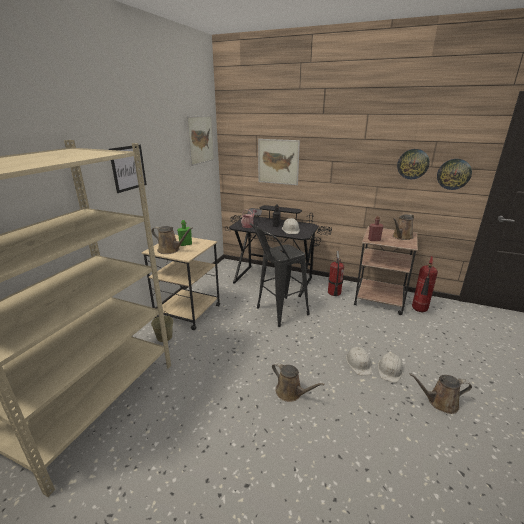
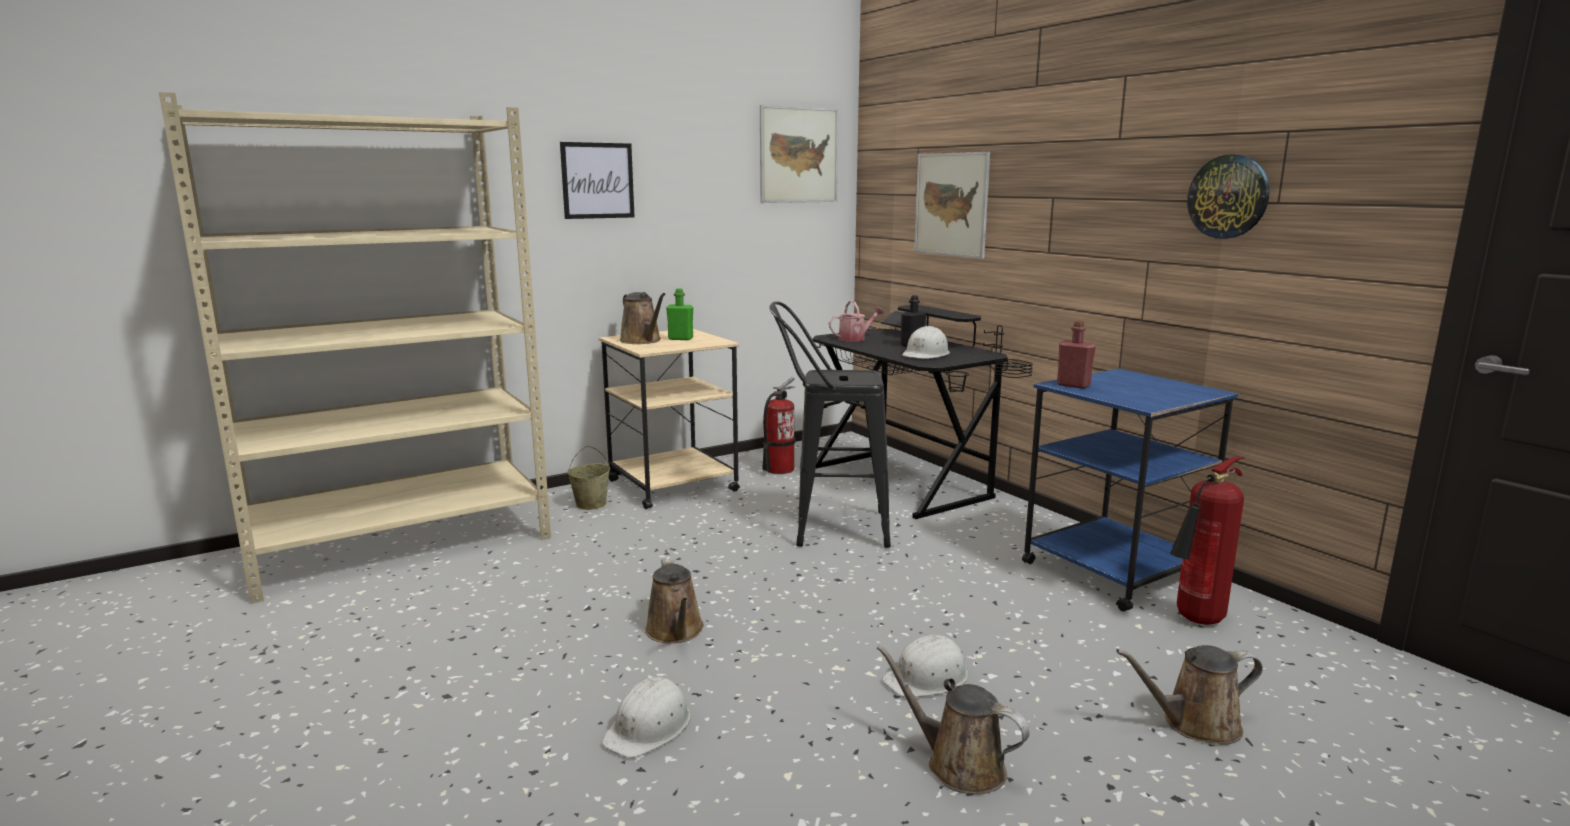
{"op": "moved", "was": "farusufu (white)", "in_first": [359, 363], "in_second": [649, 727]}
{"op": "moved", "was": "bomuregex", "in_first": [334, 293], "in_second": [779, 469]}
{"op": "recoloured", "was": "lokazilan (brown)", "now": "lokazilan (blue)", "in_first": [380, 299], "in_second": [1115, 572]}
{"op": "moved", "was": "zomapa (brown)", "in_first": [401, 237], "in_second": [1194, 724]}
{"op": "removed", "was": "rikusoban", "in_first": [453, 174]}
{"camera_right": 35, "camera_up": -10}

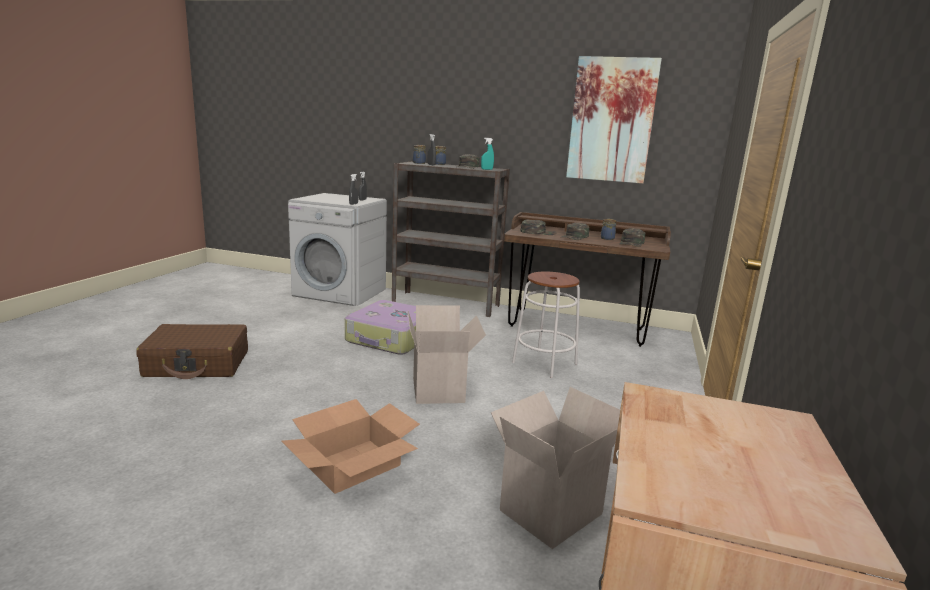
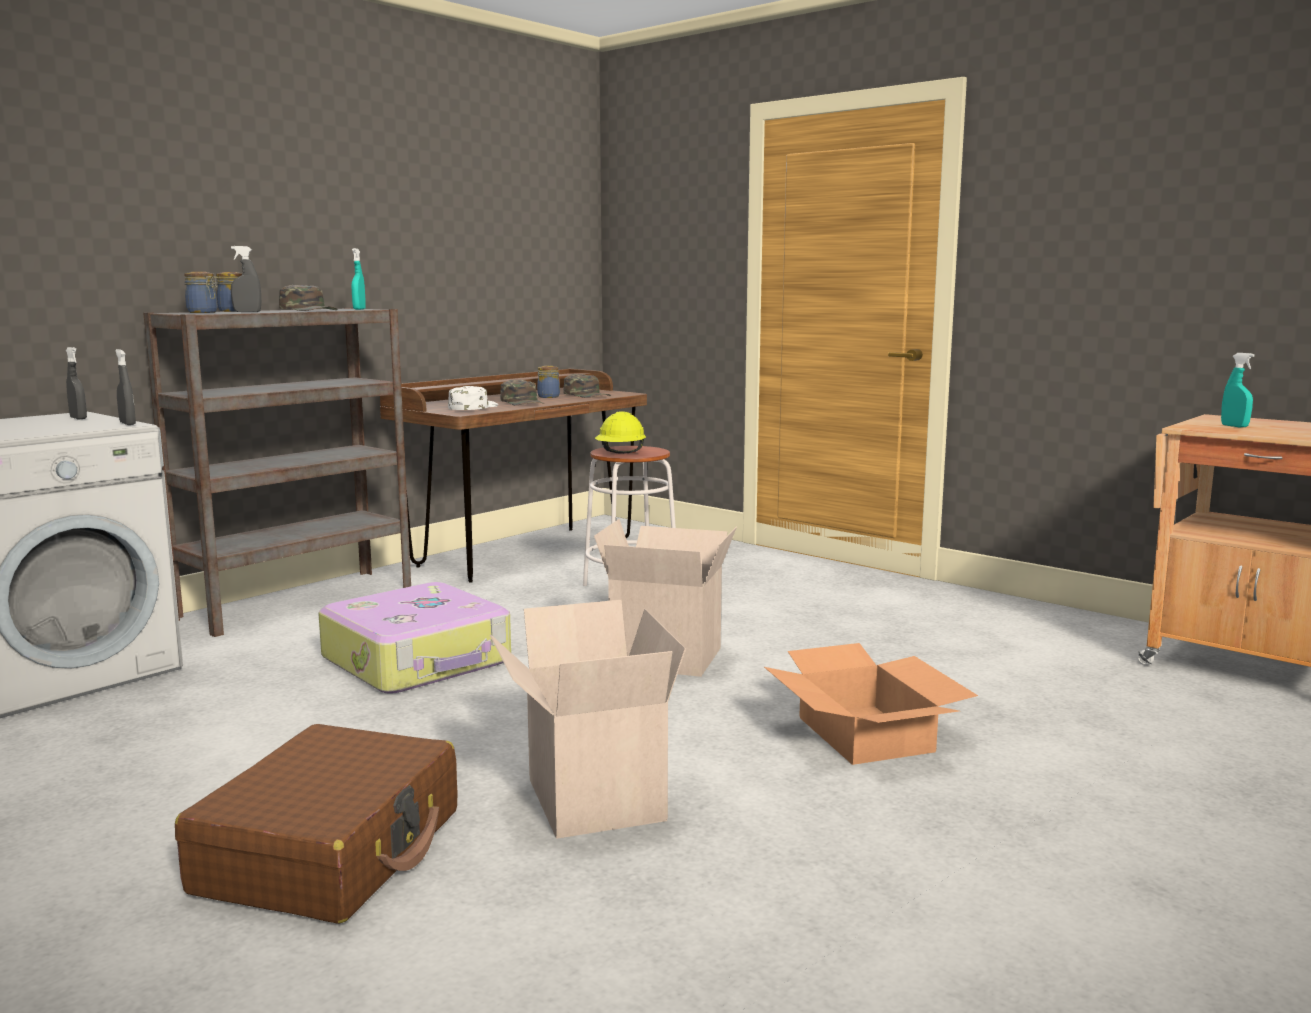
{"op": "recoloured", "was": "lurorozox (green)", "now": "lurorozox (white)", "in_first": [538, 232], "in_second": [472, 407]}
{"op": "moved", "was": "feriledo", "in_first": [549, 510], "in_second": [590, 799]}
{"op": "added", "now": "farusufu (yellow)", "in_second": [621, 453]}
{"op": "added", "now": "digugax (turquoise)", "in_second": [1234, 426]}
{"op": "removed", "was": "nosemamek", "in_first": [611, 120]}
{"camera_right": -65, "camera_up": -5}

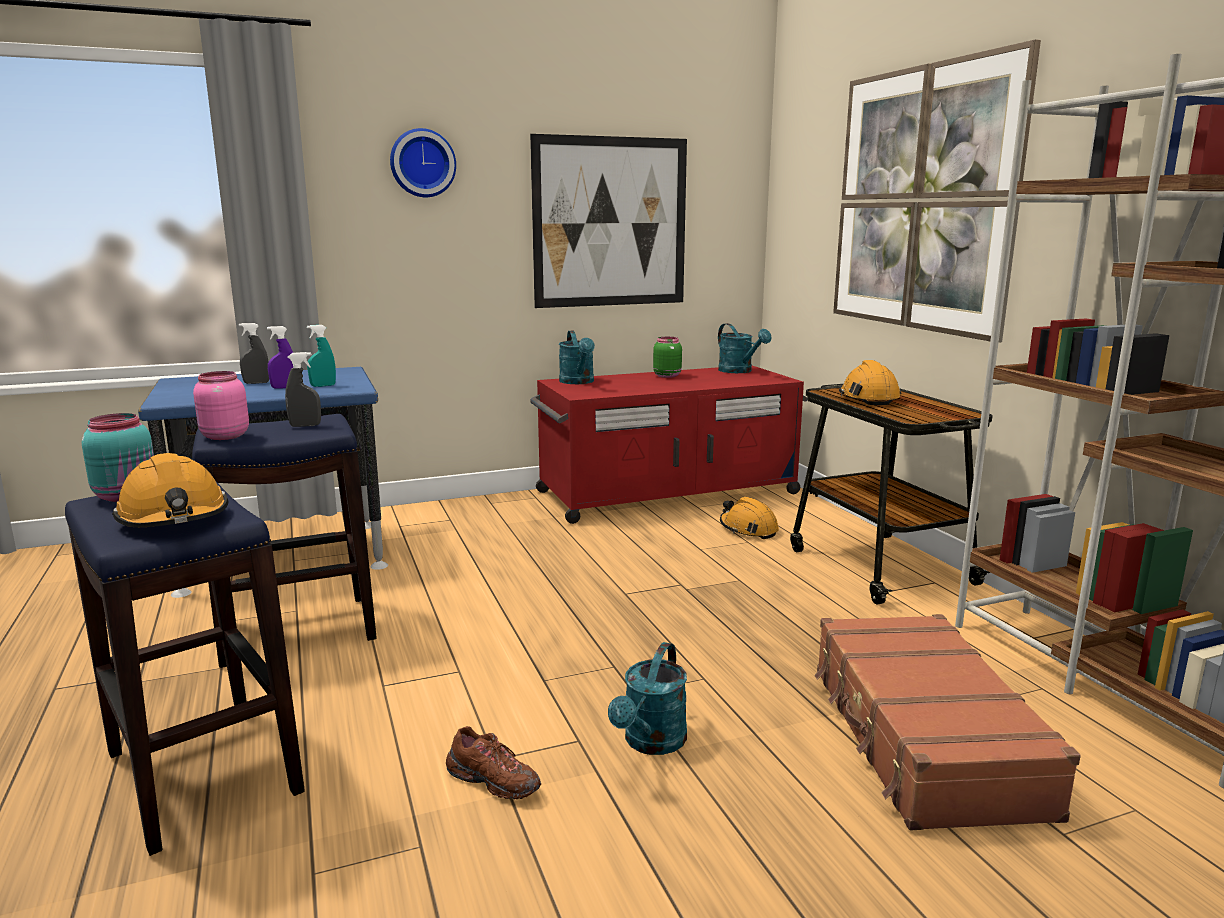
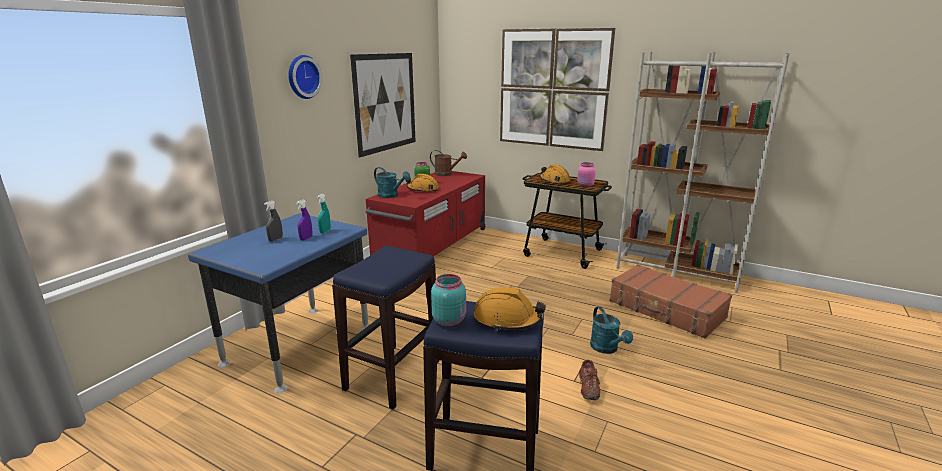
{"op": "moved", "was": "farusufu (orange)", "in_first": [748, 529], "in_second": [422, 189]}
{"op": "recoloured", "was": "zomapa (turquoise)", "now": "zomapa (brown)", "in_first": [739, 371], "in_second": [446, 174]}
{"op": "moved", "was": "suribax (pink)", "in_first": [223, 436], "in_second": [585, 186]}
{"op": "turned", "was": "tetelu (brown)", "in_first": [493, 782], "in_second": [588, 388], "clockwise": 105}
{"op": "removed", "was": "digugax (grey)", "in_first": [305, 425]}
{"camera_right": -40, "camera_up": 5}

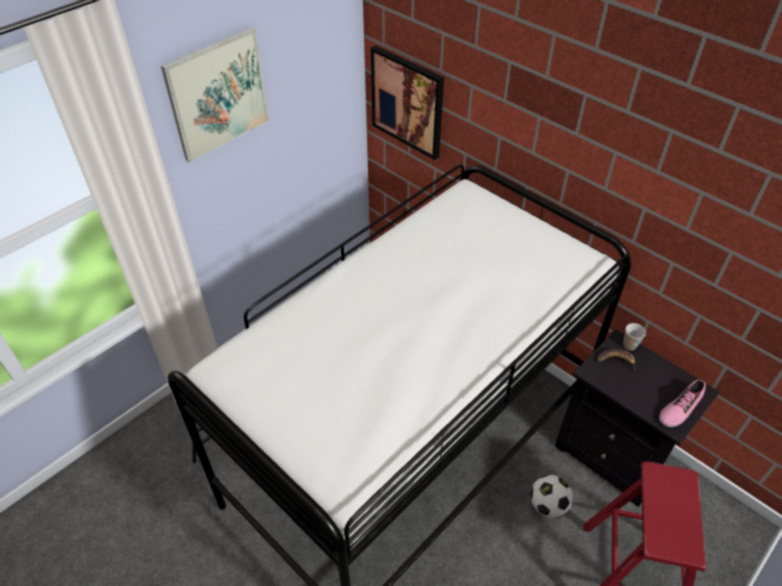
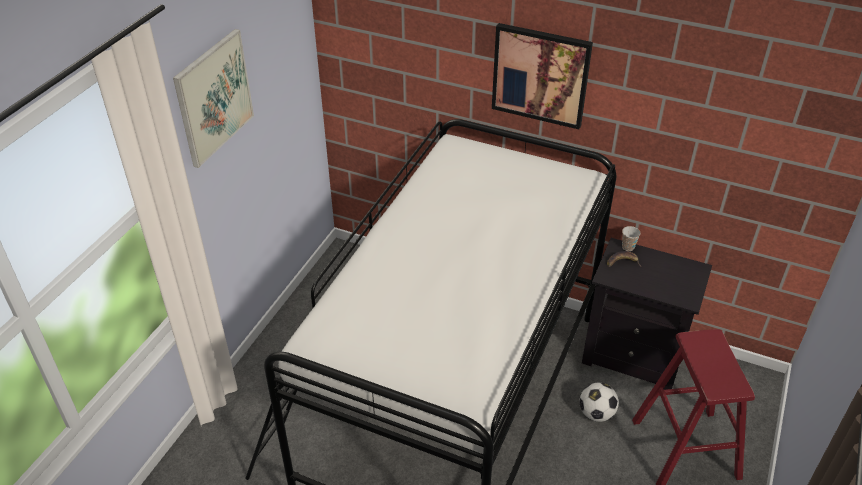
{"op": "moved", "was": "nosemamek", "in_first": [407, 102], "in_second": [540, 75]}
{"op": "removed", "was": "tetelu", "in_first": [680, 407]}
{"camera_right": -20, "camera_up": -5}

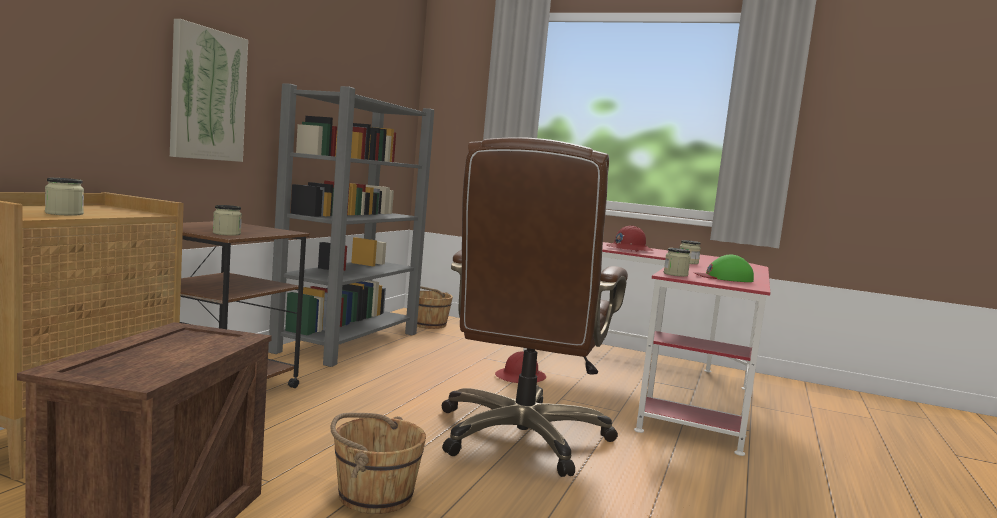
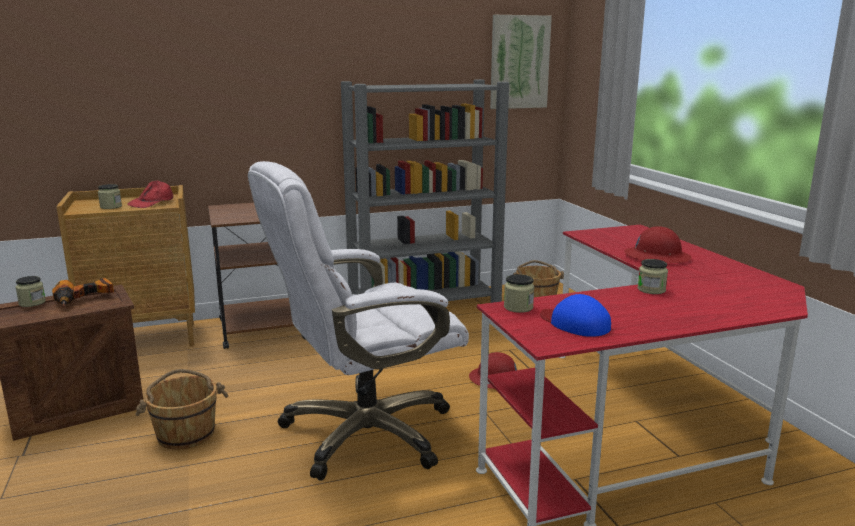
{"op": "moved", "was": "suribax", "in_first": [226, 234], "in_second": [32, 303]}
{"op": "added", "now": "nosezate", "in_second": [84, 299]}
{"op": "added", "now": "lurorozox (red)", "in_second": [152, 202]}
{"op": "recoloured", "was": "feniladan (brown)", "now": "feniladan (white)", "in_first": [521, 435], "in_second": [367, 432]}
{"op": "moved", "was": "nosemamek", "in_first": [207, 95], "in_second": [519, 62]}
{"op": "recoloured", "was": "lurorozox (green)", "now": "lurorozox (blue)", "in_first": [724, 278], "in_second": [574, 323]}
{"camera_right": 50, "camera_up": 10}

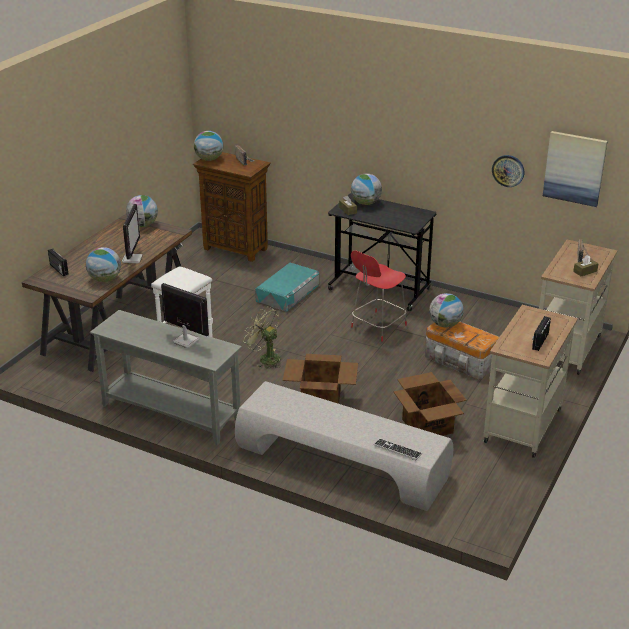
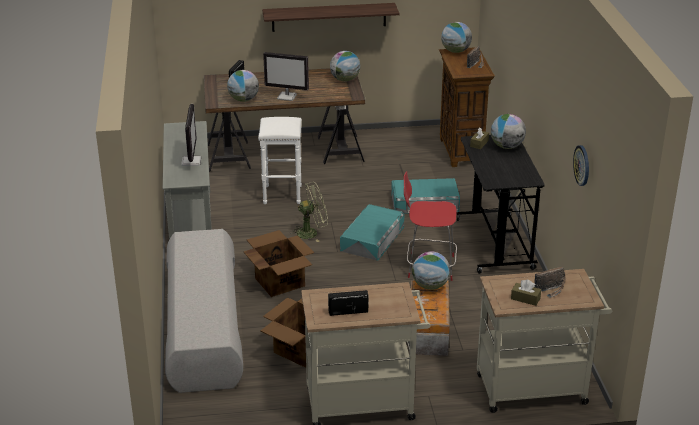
{"op": "added", "now": "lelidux", "in_second": [329, 17]}
{"op": "turned", "was": "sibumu", "in_first": [132, 258], "in_second": [287, 96], "clockwise": 45}
{"op": "turned", "was": "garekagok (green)", "in_first": [265, 358], "in_second": [311, 232], "clockwise": 75}
{"op": "added", "now": "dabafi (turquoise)", "in_second": [372, 239]}
{"op": "removed", "was": "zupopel", "in_first": [397, 450]}
{"op": "removed", "was": "nosemamek", "in_first": [574, 168]}
{"camera_right": 55, "camera_up": 0}

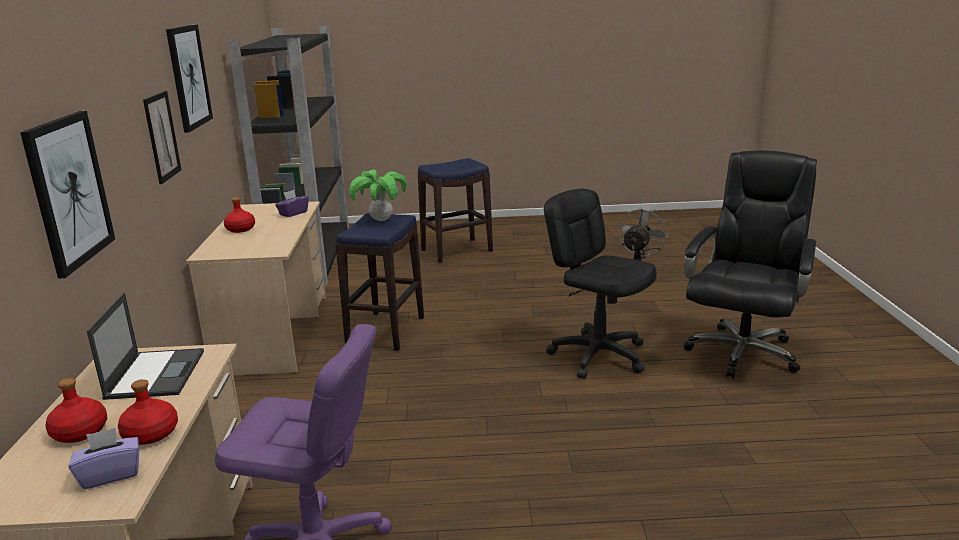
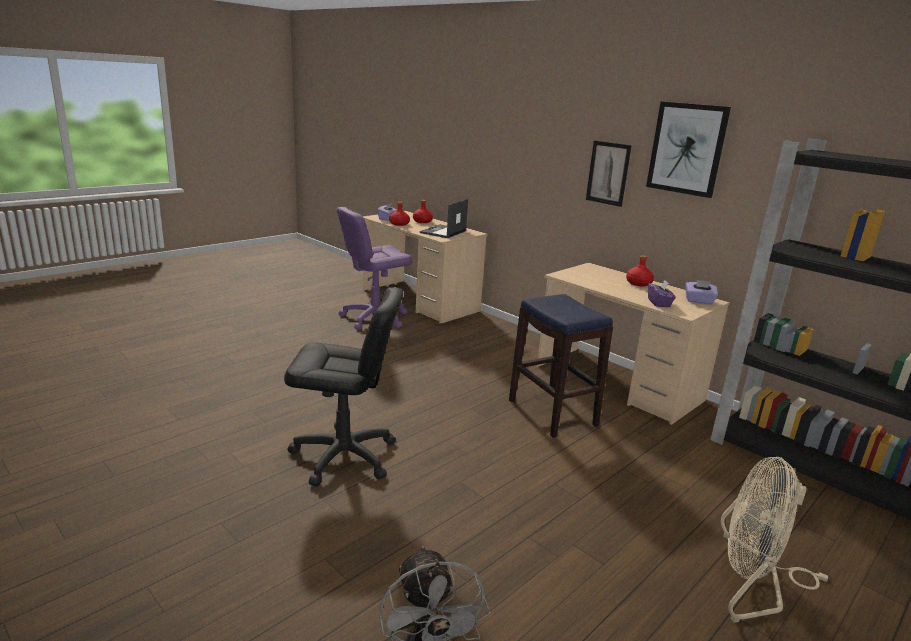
{"op": "turned", "was": "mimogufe", "in_first": [156, 373], "in_second": [443, 232], "clockwise": 75}
{"op": "added", "now": "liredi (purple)", "in_second": [699, 301]}
{"op": "replaced", "was": "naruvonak", "now": "garekagok (beige)", "in_first": [457, 251], "in_second": [756, 579]}
{"op": "removed", "was": "nosemamek", "in_first": [69, 191]}
{"op": "removed", "was": "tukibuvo", "in_first": [381, 219]}
{"op": "removed", "was": "feniladan (black)", "in_first": [742, 354]}
{"camera_right": 135, "camera_up": 0}

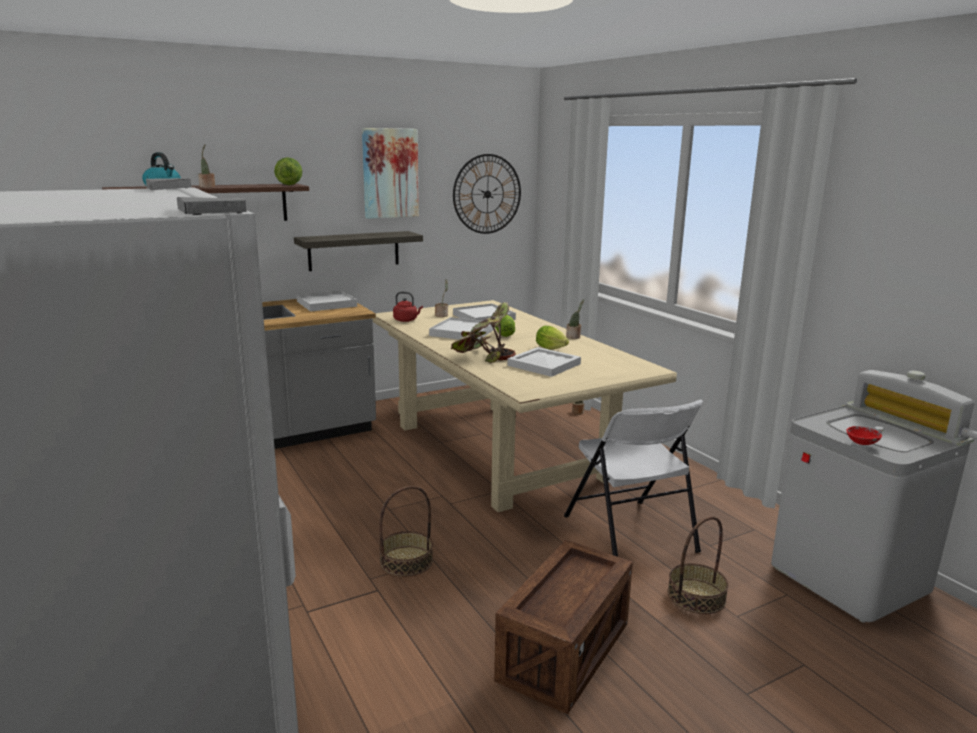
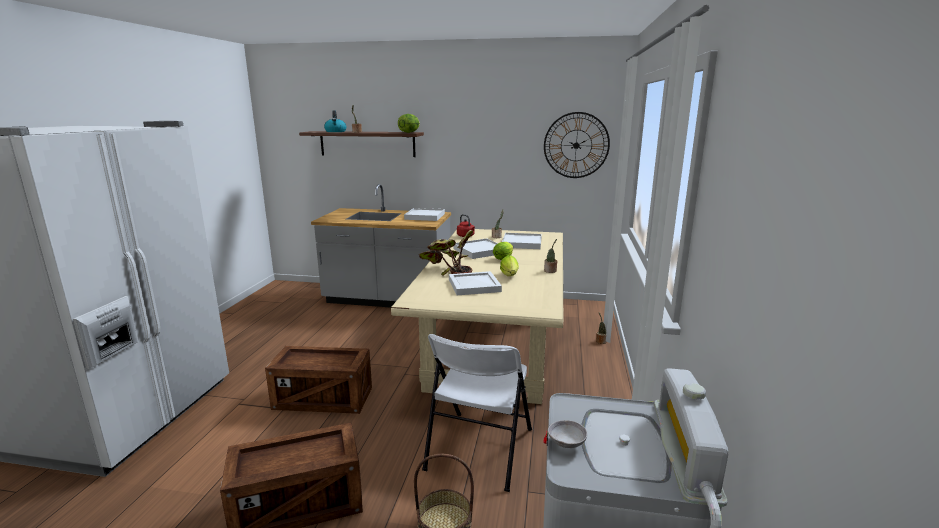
{"op": "replaced", "was": "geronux", "now": "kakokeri", "in_first": [406, 561], "in_second": [323, 399]}
{"op": "recoloured", "was": "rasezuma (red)", "now": "rasezuma (grey)", "in_first": [862, 443], "in_second": [566, 443]}
{"op": "removed", "was": "lelidux", "in_first": [354, 250]}
{"op": "removed", "was": "nosemamek", "in_first": [390, 173]}
{"camera_right": 40, "camera_up": 0}

